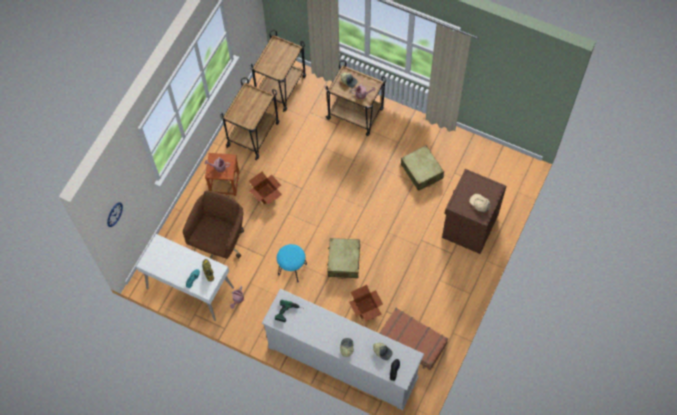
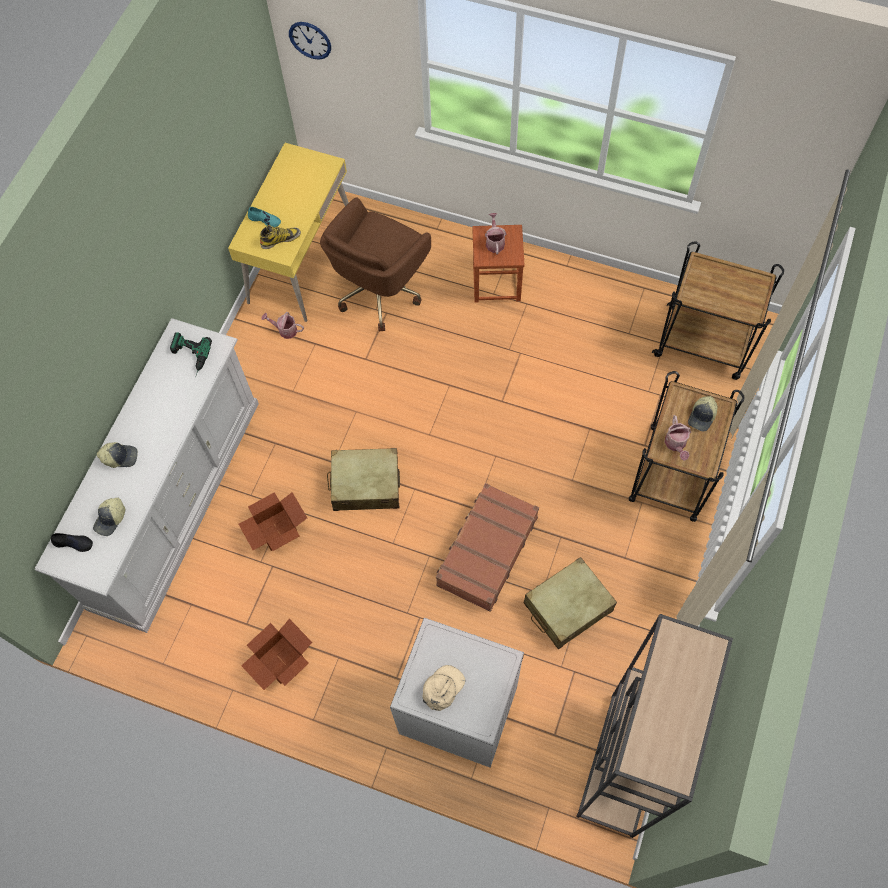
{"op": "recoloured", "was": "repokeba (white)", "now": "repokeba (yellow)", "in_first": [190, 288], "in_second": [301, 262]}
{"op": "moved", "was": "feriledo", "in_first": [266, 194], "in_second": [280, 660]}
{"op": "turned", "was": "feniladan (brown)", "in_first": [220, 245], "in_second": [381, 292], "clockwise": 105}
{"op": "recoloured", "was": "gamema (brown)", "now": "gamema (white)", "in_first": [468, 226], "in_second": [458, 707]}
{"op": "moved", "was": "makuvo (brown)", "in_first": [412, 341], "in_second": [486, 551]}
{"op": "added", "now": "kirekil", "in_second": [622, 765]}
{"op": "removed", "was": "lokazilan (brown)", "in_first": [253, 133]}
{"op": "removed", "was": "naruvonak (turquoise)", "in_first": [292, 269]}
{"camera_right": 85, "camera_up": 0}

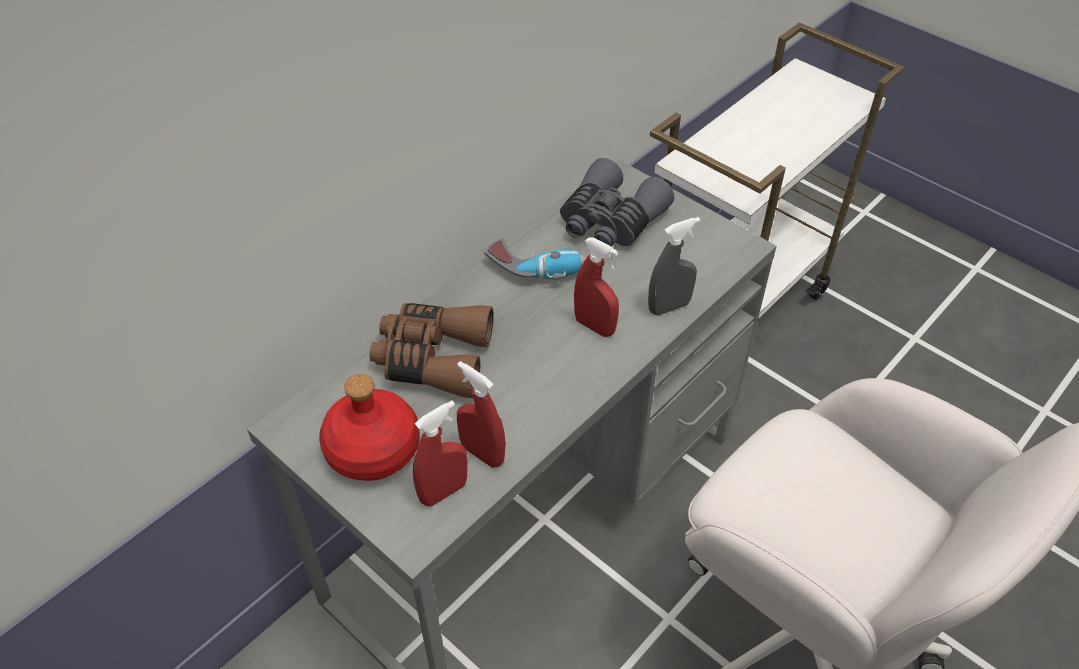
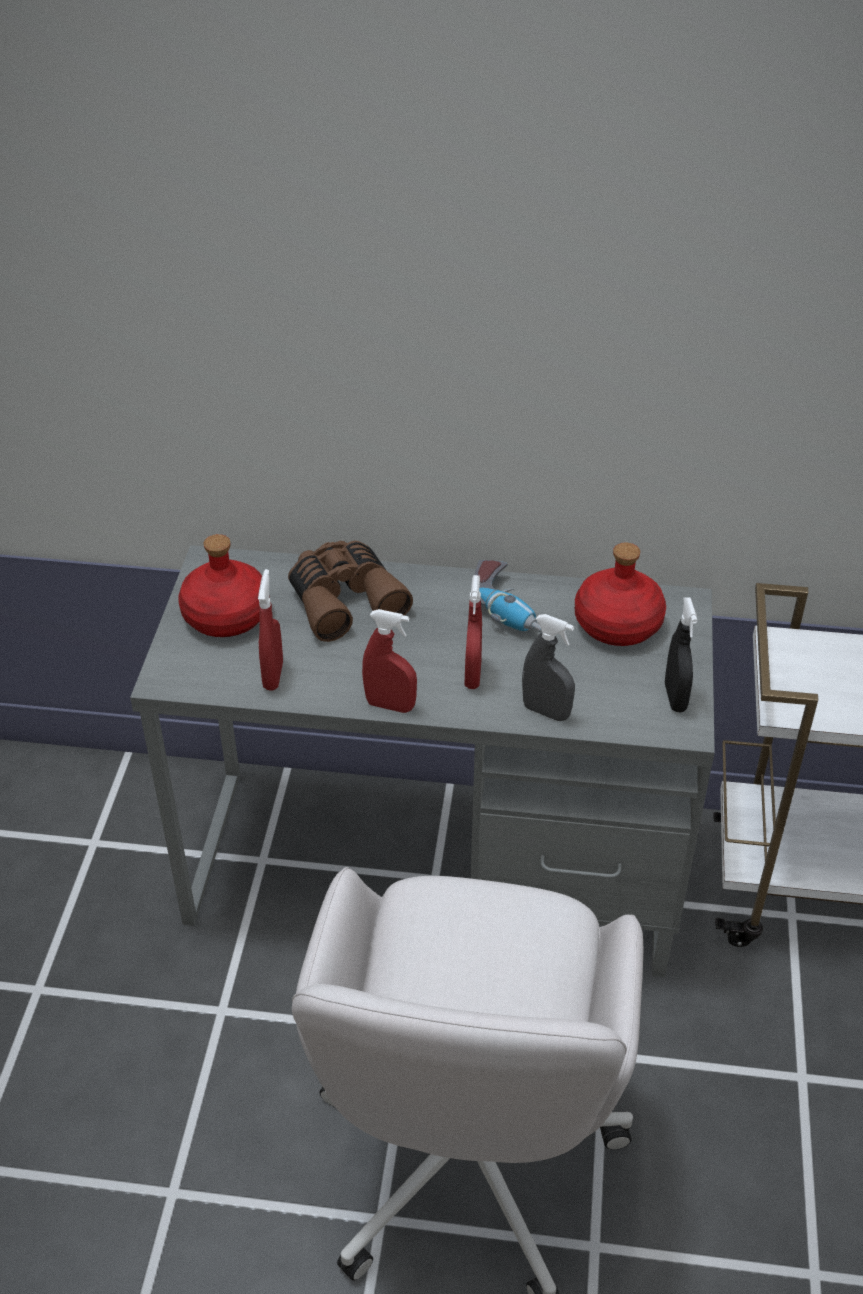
{"op": "moved", "was": "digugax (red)", "in_first": [443, 492], "in_second": [390, 705]}
{"op": "replaced", "was": "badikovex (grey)", "now": "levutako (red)", "in_first": [610, 221], "in_second": [616, 623]}
{"op": "added", "now": "digugax (black)", "in_second": [675, 697]}
{"camera_right": 55, "camera_up": -5}

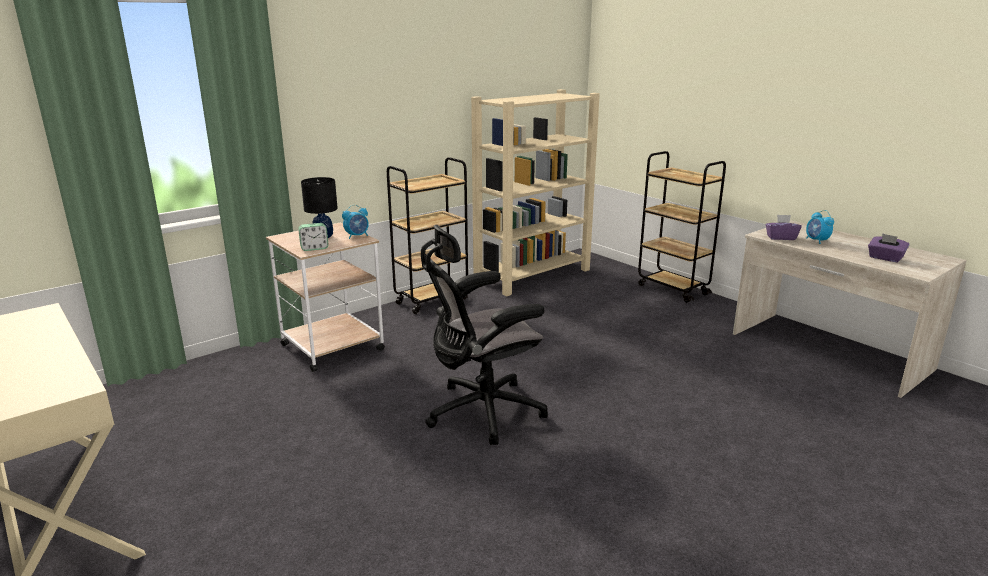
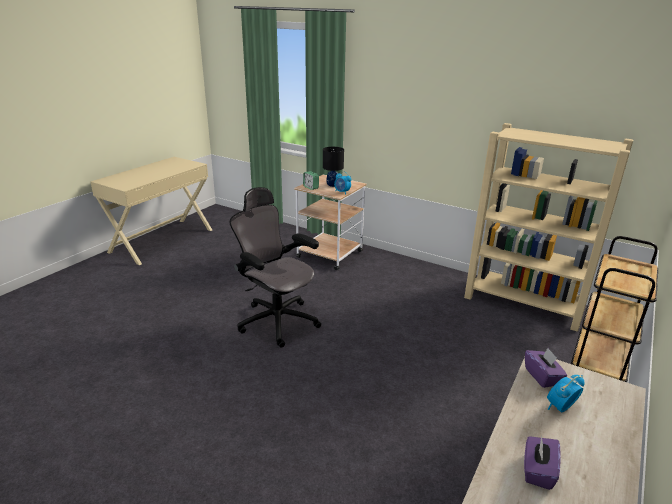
{"op": "removed", "was": "lokazilan (brown)", "in_first": [432, 300]}
{"camera_right": 70, "camera_up": 5}

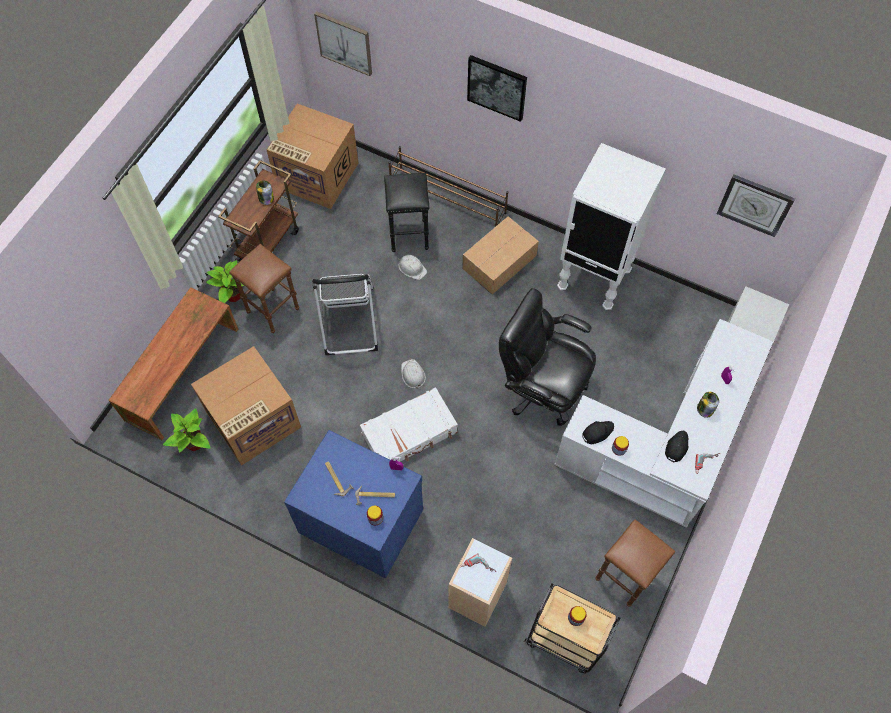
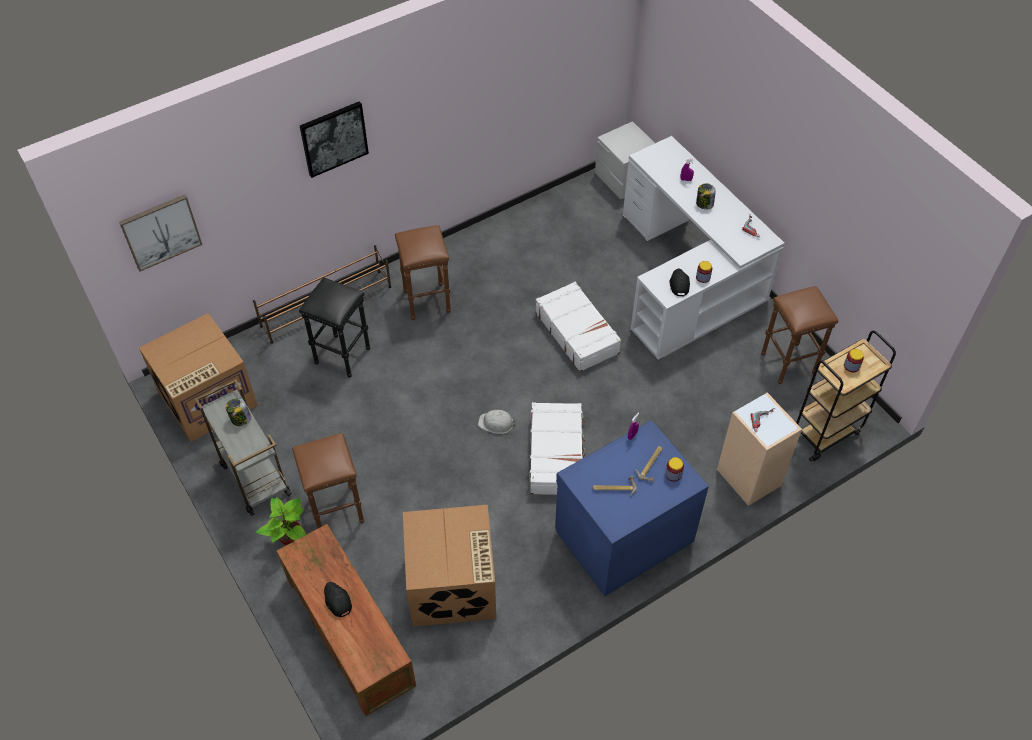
{"op": "recoloured", "was": "lokazilan (brown)", "now": "lokazilan (grey)", "in_first": [269, 244], "in_second": [255, 478]}
{"op": "moved", "was": "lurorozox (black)", "in_first": [676, 447], "in_second": [337, 601]}
{"op": "replaced", "was": "feriledo", "now": "naruvonak (brown)", "in_first": [500, 262], "in_second": [427, 300]}
{"op": "replaced", "was": "feniladan (black)", "now": "makuvo (white)", "in_first": [542, 387], "in_second": [577, 332]}
{"op": "removed", "was": "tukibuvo", "in_first": [194, 444]}
{"op": "removed", "was": "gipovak", "in_first": [349, 323]}
{"op": "removed", "was": "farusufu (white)", "in_first": [412, 268]}
{"op": "removed", "was": "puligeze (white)", "in_first": [594, 278]}
{"op": "removed", "was": "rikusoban", "in_first": [755, 204]}
{"camera_right": -60, "camera_up": -10}

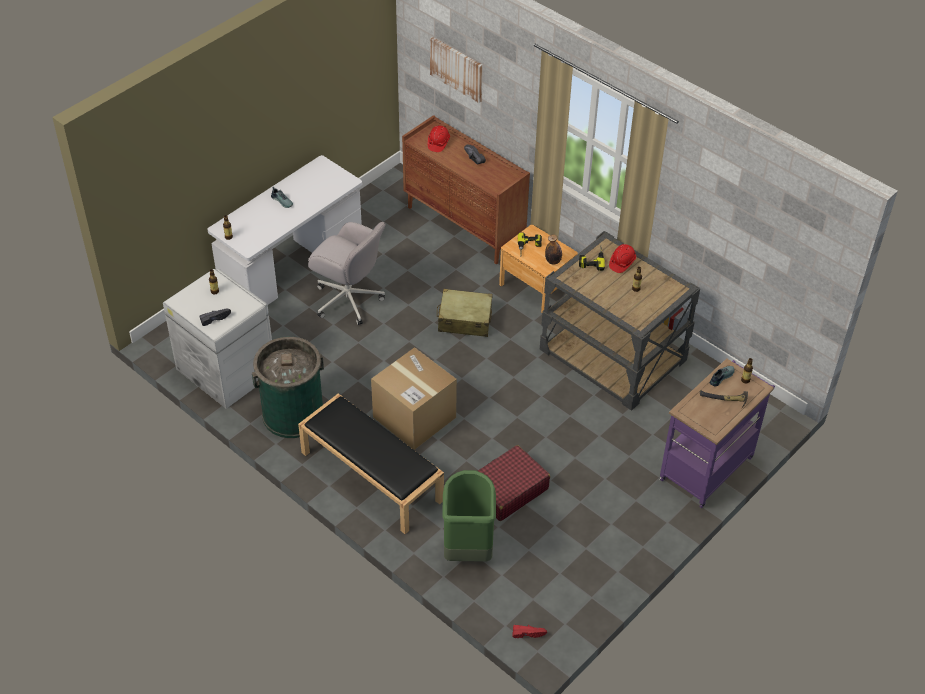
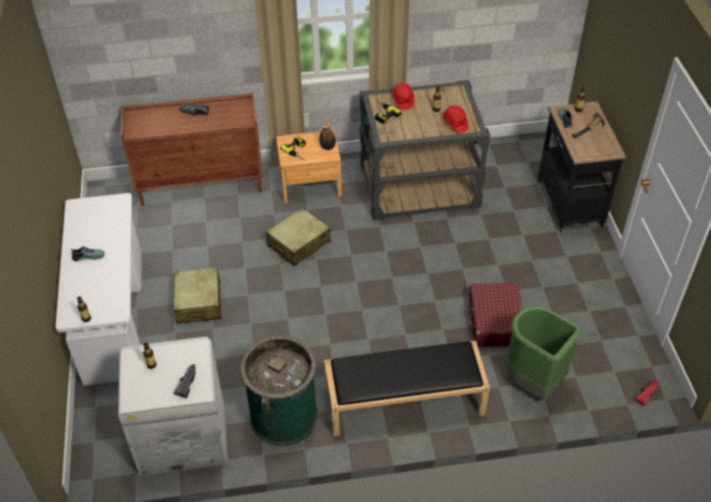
{"op": "replaced", "was": "feniladan (grey)", "now": "makuvo (beige)", "in_first": [349, 301], "in_second": [198, 302]}
{"op": "moved", "was": "farusufu (red)", "in_first": [438, 143], "in_second": [455, 124]}
{"op": "recoloured", "was": "lokazilan (purple)", "now": "lokazilan (black)", "in_first": [708, 467], "in_second": [568, 201]}
{"op": "removed", "was": "feriledo", "in_first": [414, 417]}
{"op": "removed", "was": "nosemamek", "in_first": [457, 69]}
{"camera_right": -50, "camera_up": 0}

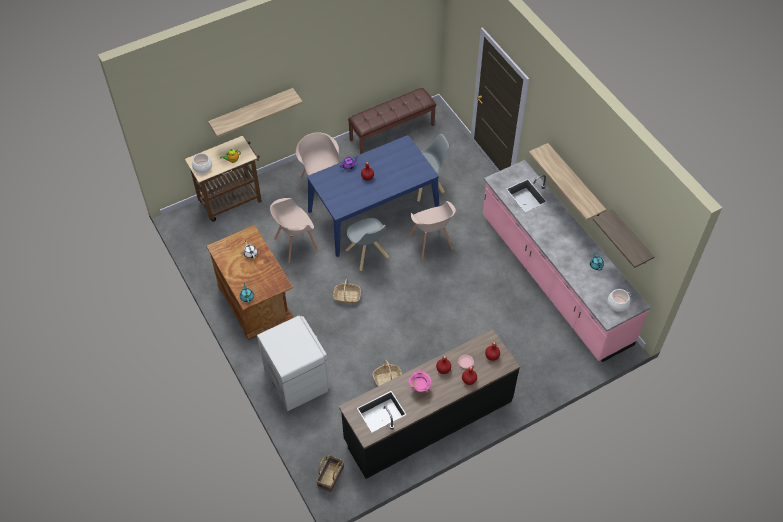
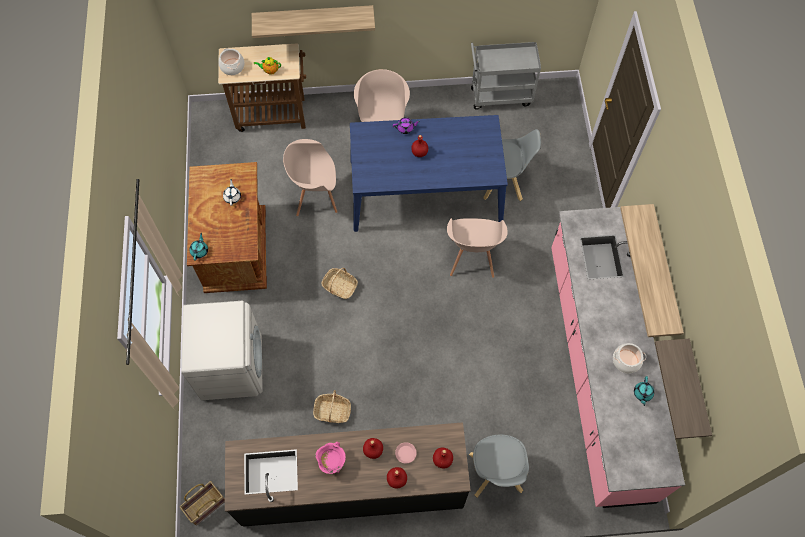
{"op": "moved", "was": "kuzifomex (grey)", "in_first": [367, 254], "in_second": [495, 474]}
{"op": "replaced", "was": "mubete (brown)", "now": "lokazilan (grey)", "in_first": [392, 132], "in_second": [499, 97]}
{"op": "moved", "was": "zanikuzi", "in_first": [617, 304], "in_second": [626, 361]}
{"camera_right": 25, "camera_up": 10}

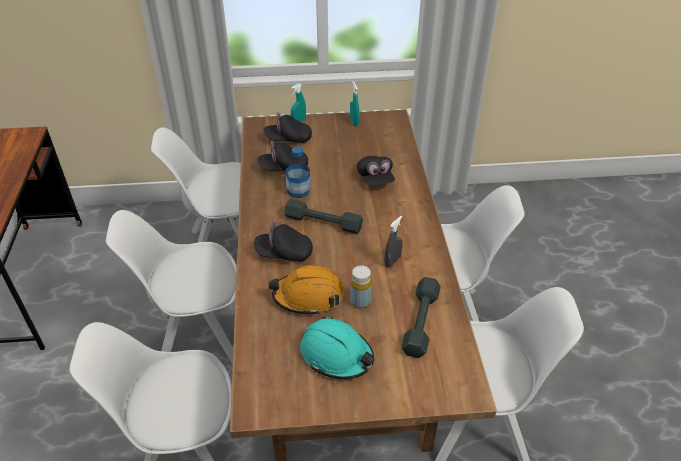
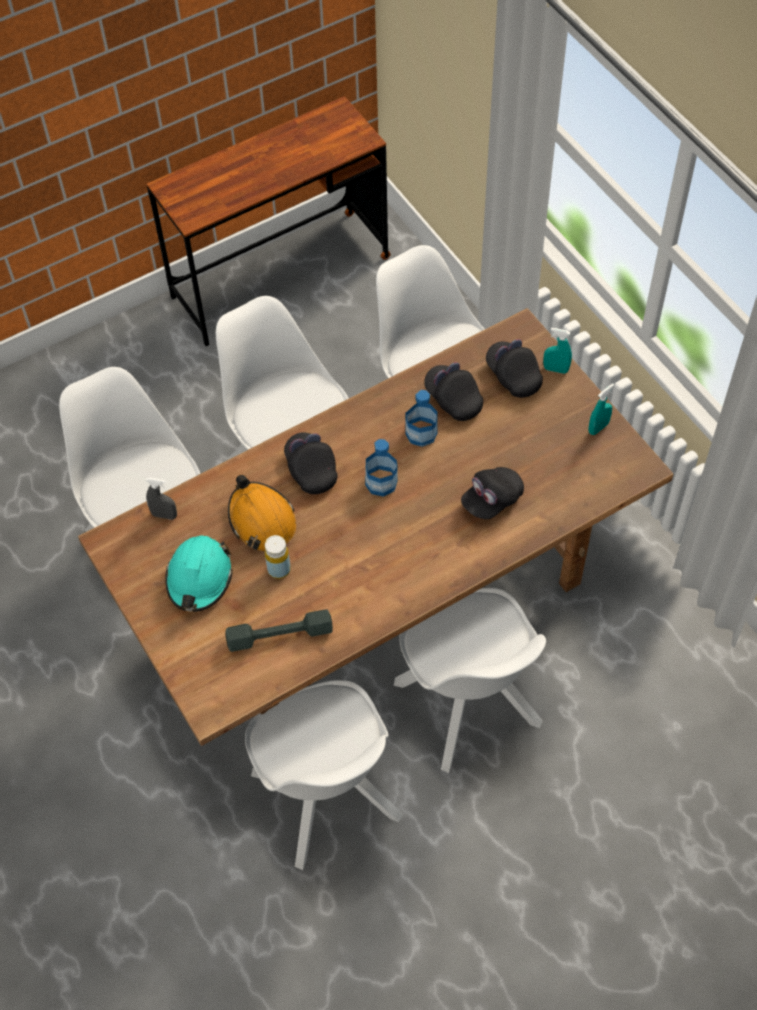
{"op": "moved", "was": "digugax (grey)", "in_first": [392, 261], "in_second": [164, 515]}
{"op": "replaced", "was": "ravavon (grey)", "now": "levutako", "in_first": [323, 222], "in_second": [381, 482]}
{"camera_right": 65, "camera_up": 15}

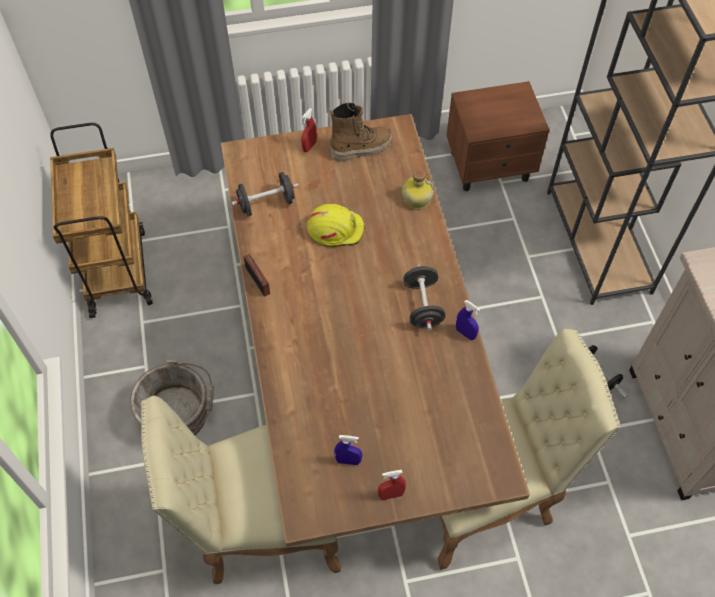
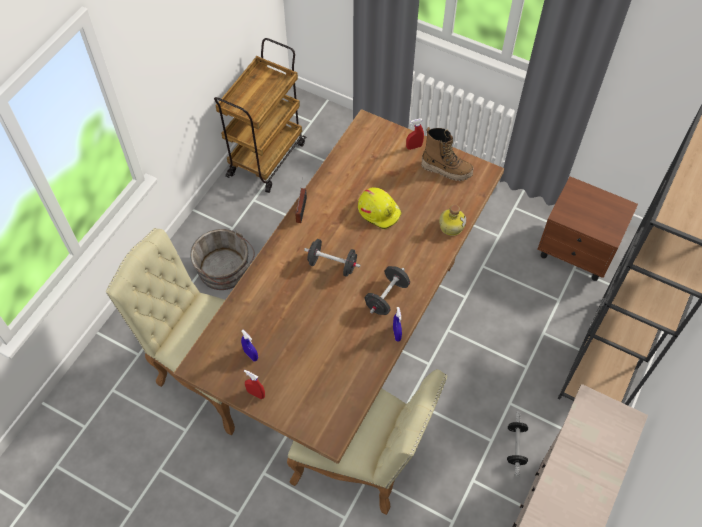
{"op": "moved", "was": "ravavon (black)", "in_first": [266, 204], "in_second": [332, 264]}
{"camera_right": 40, "camera_up": 0}

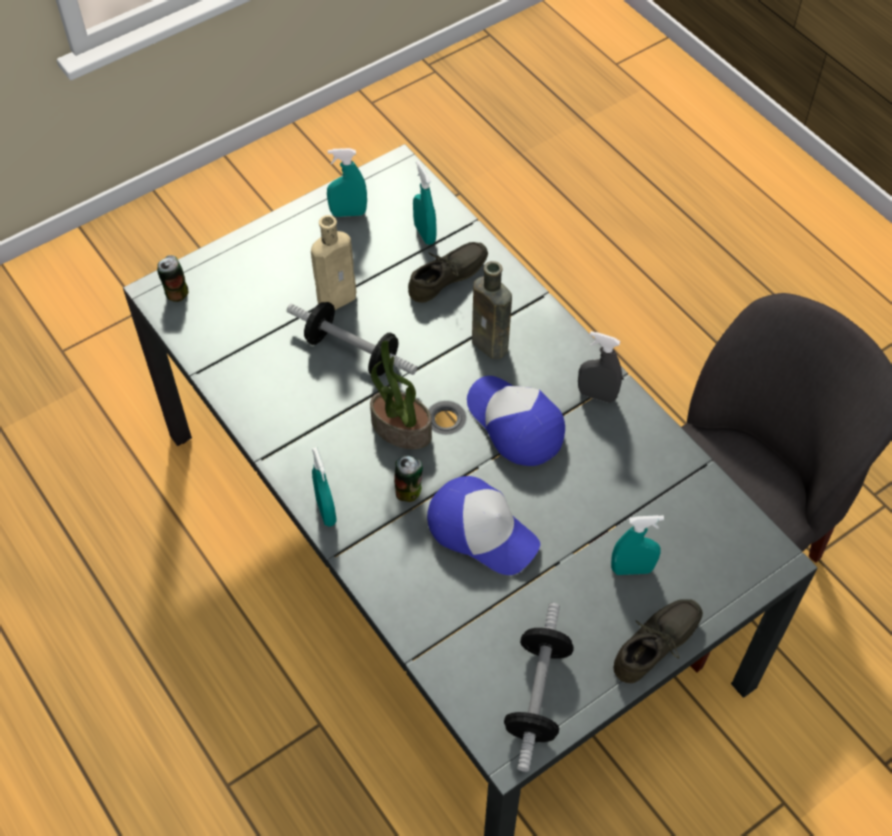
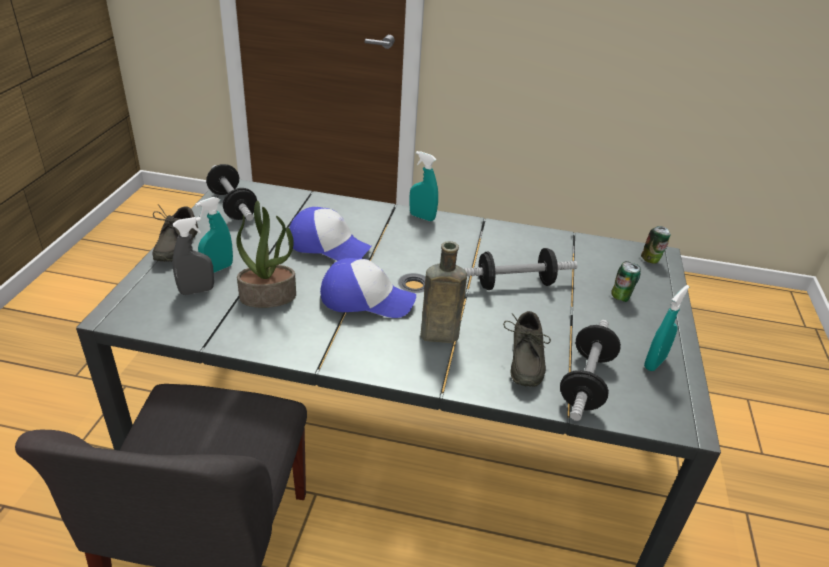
{"op": "moved", "was": "digugax (grey)", "in_first": [596, 395], "in_second": [197, 291]}
{"op": "moved", "was": "tukibuvo", "in_first": [400, 429], "in_second": [268, 296]}
{"op": "turned", "was": "lurorozox", "in_first": [482, 531], "in_second": [329, 245], "clockwise": -150}
{"op": "replaced", "was": "digugax (turquoise)", "now": "ravavon", "in_first": [424, 233], "in_second": [586, 382]}
{"op": "moved", "was": "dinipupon", "in_first": [409, 491], "in_second": [621, 297]}
{"op": "removed", "was": "levutako (beige)", "in_first": [339, 296]}
{"camera_right": 135, "camera_up": -20}

